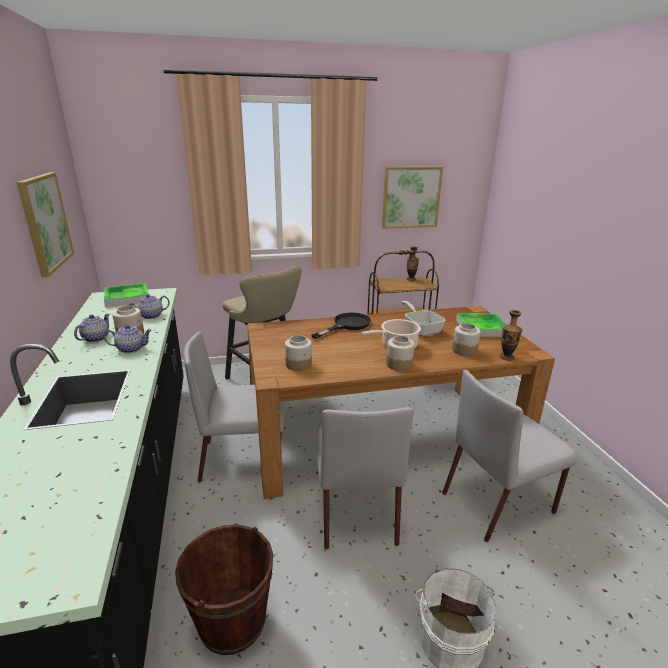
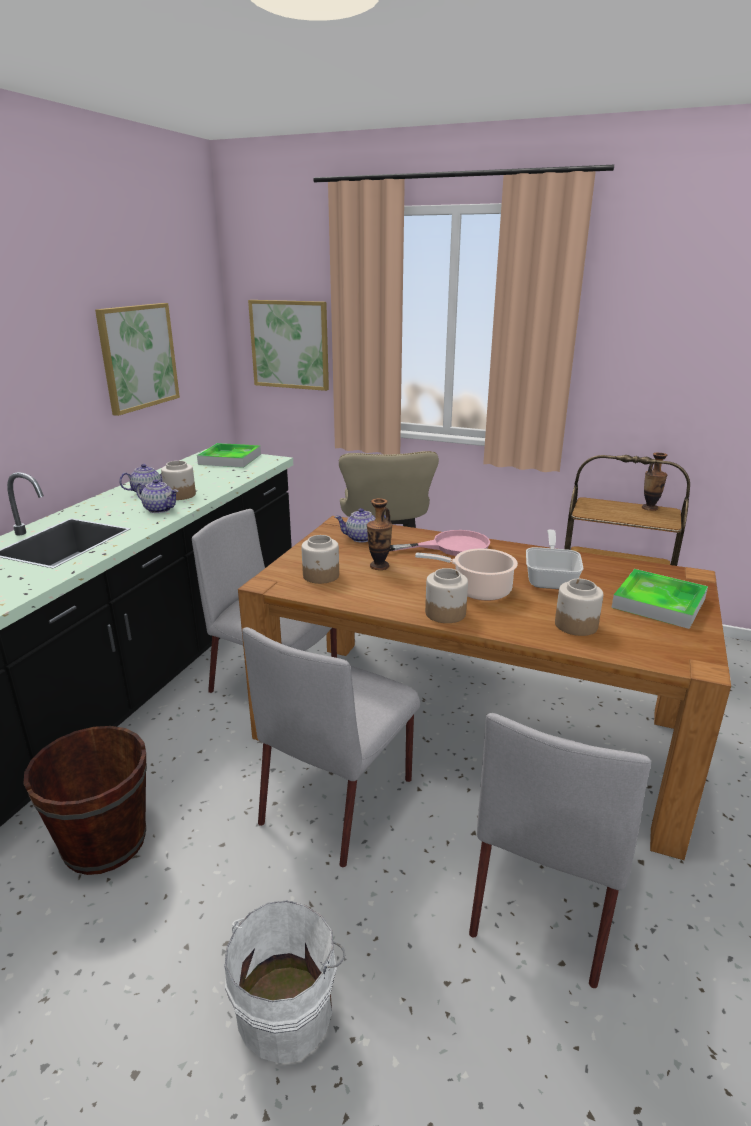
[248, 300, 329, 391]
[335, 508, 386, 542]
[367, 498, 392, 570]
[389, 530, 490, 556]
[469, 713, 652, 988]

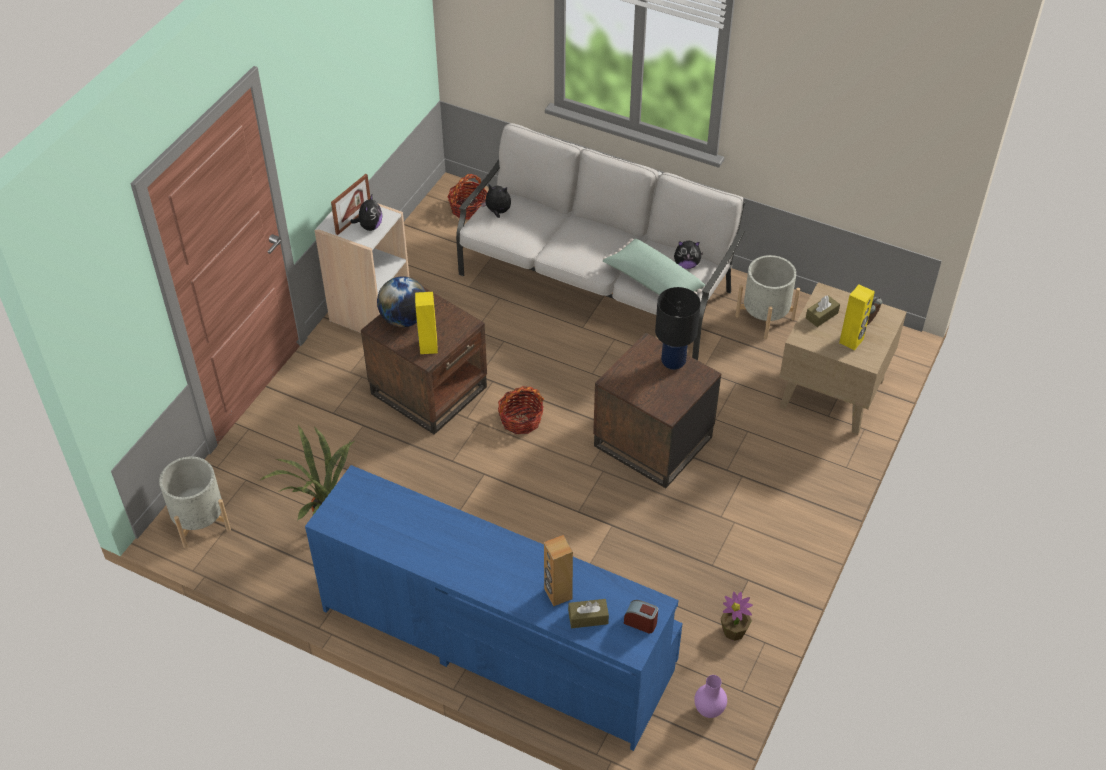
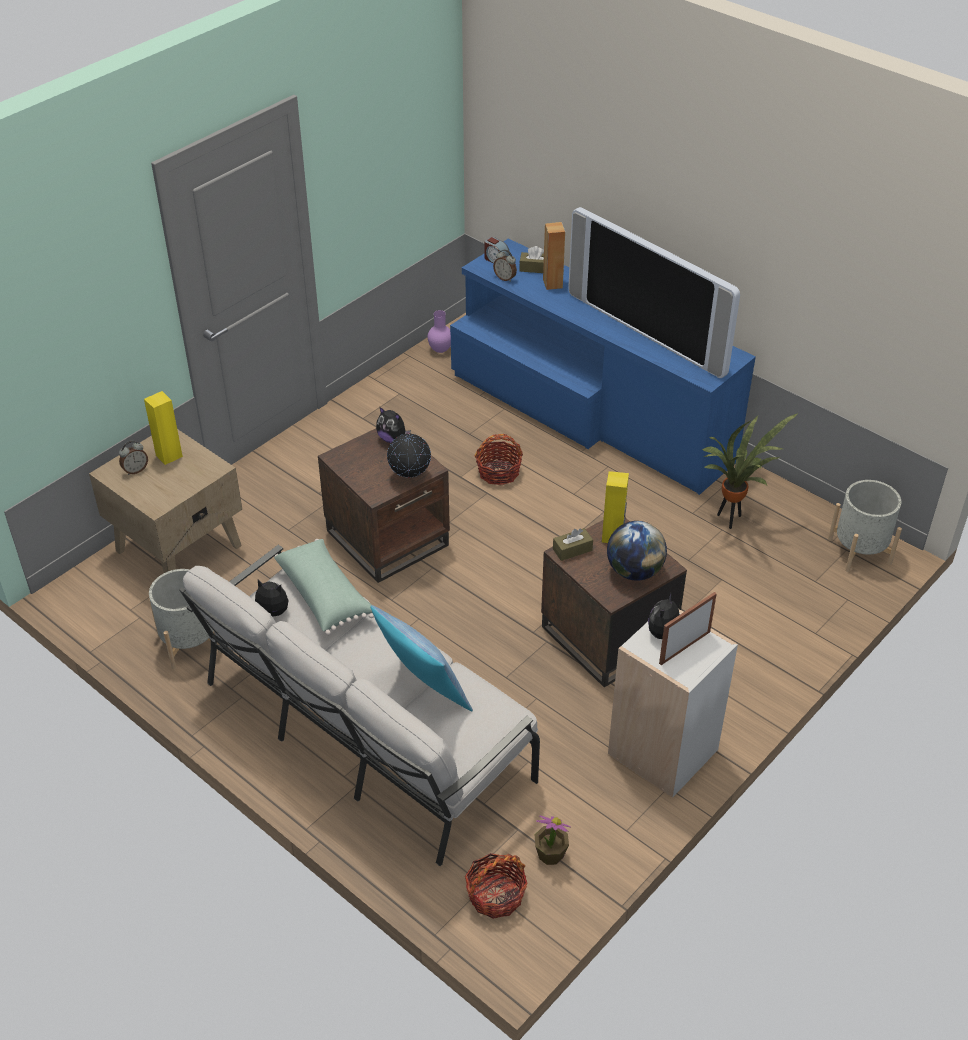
[370, 605, 473, 711]
[376, 407, 411, 443]
[387, 434, 431, 477]
[475, 434, 523, 485]
[493, 249, 517, 282]
[535, 816, 571, 865]
[553, 528, 593, 561]
[568, 207, 740, 378]
[655, 287, 701, 370] (first image)

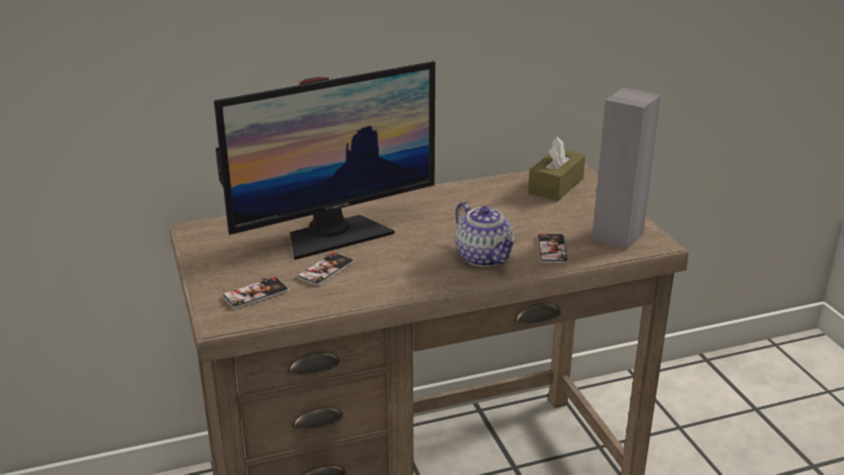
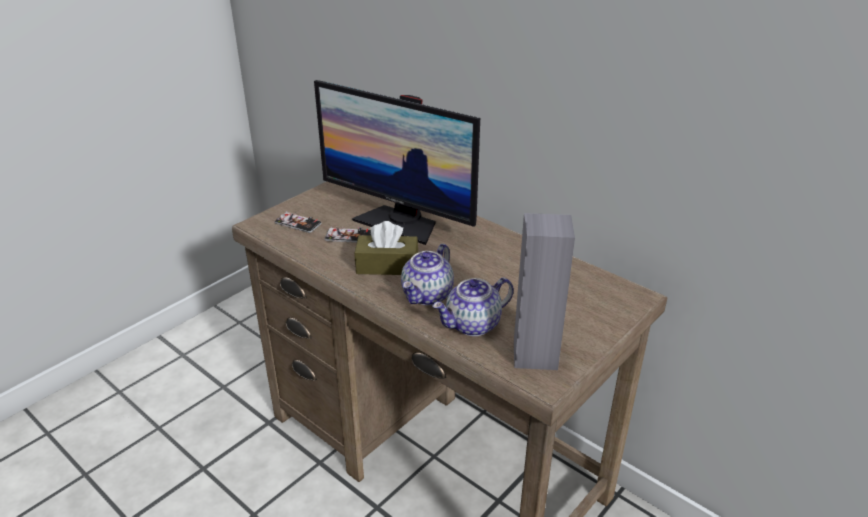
[355, 221, 418, 275]
[433, 278, 514, 336]

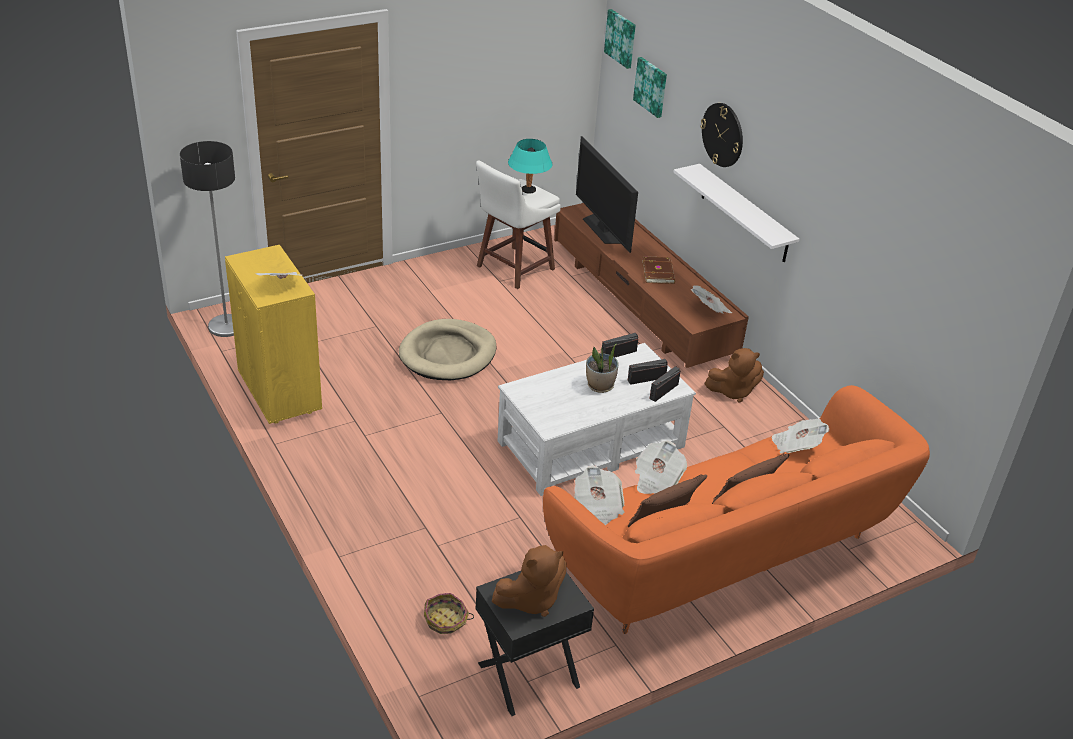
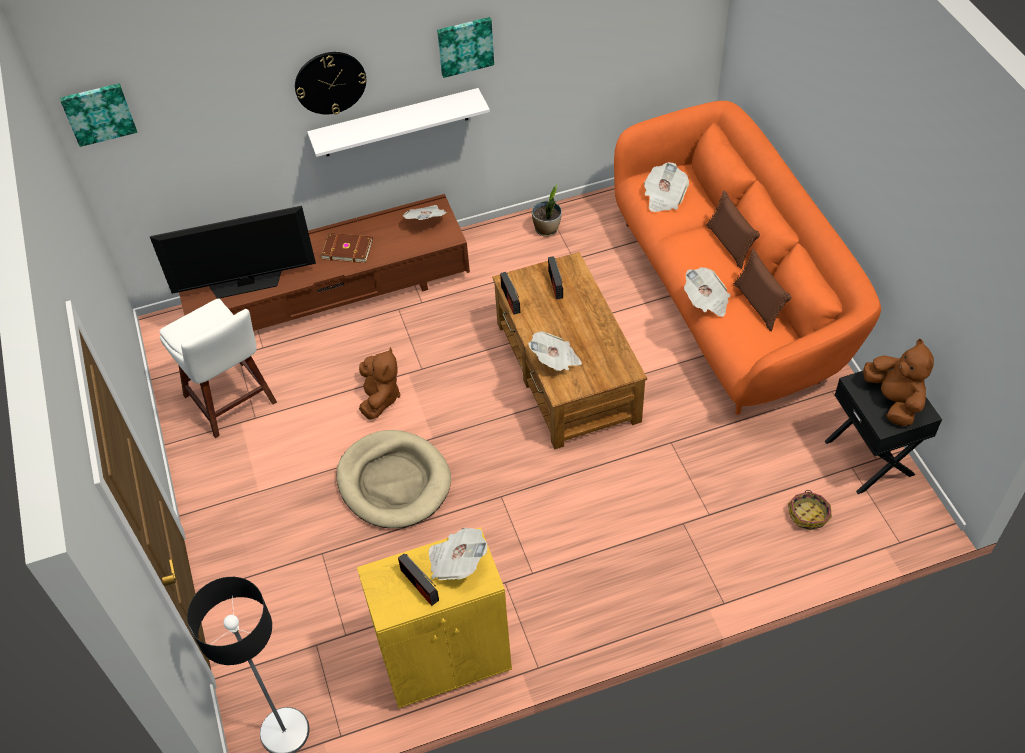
[359, 347, 400, 419]
[398, 554, 439, 606]
[437, 17, 494, 78]
[492, 252, 647, 449]
[528, 331, 582, 371]
[532, 184, 562, 237]
[508, 139, 552, 193] (first image)

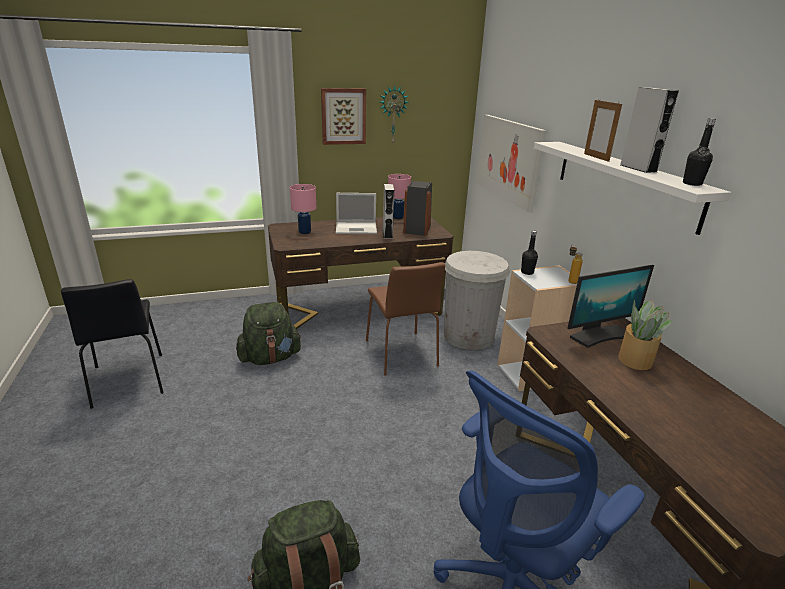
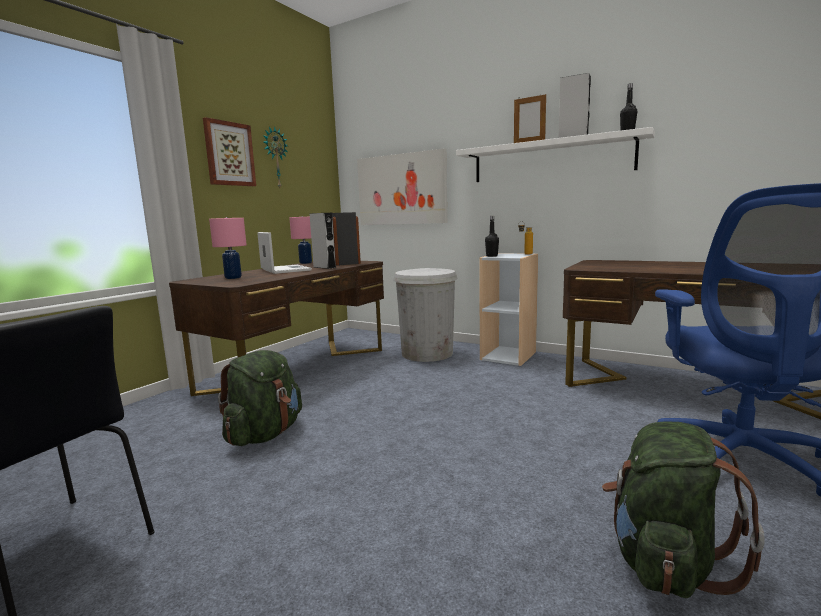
[257, 232, 312, 274]
[366, 262, 445, 376] (first image)
[567, 265, 654, 348] (first image)
[618, 299, 672, 370] (first image)

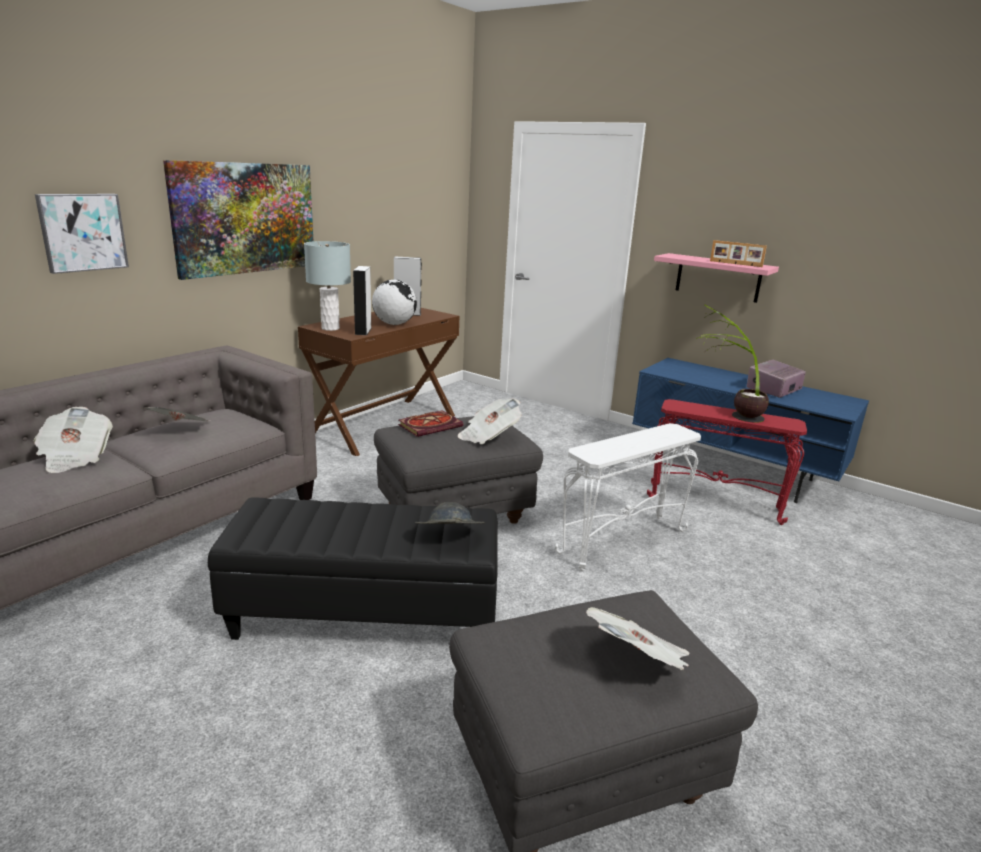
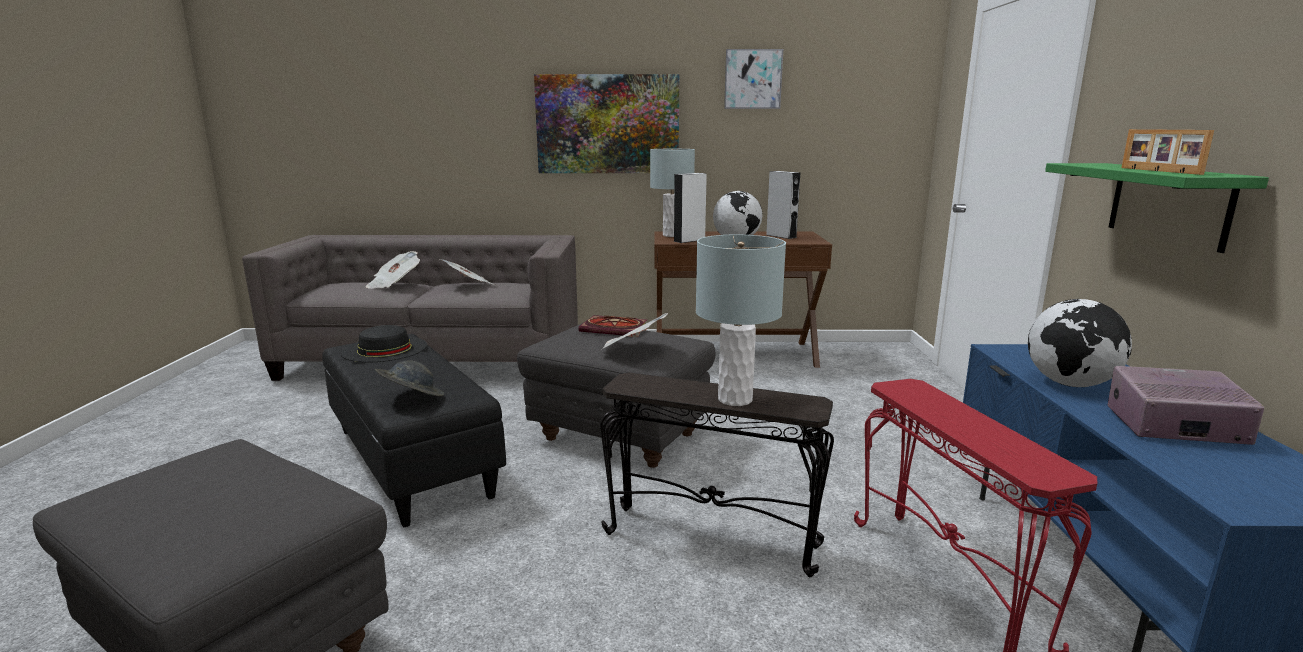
[341, 325, 427, 362]
[600, 372, 834, 577]
[696, 235, 786, 406]
[724, 49, 783, 109]
[1028, 299, 1132, 387]
[1045, 163, 1269, 253]
[586, 607, 690, 670] (first image)
[699, 305, 769, 423] (first image)

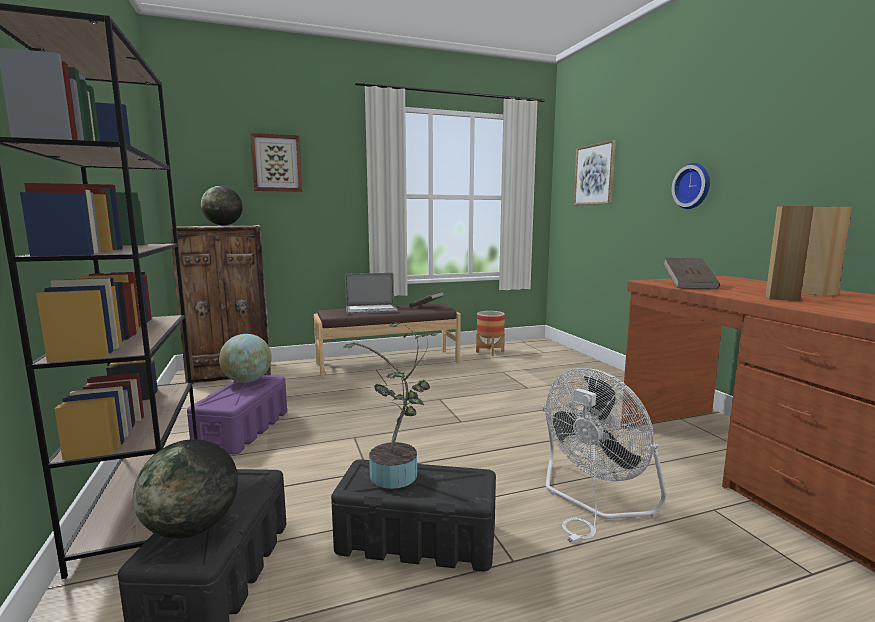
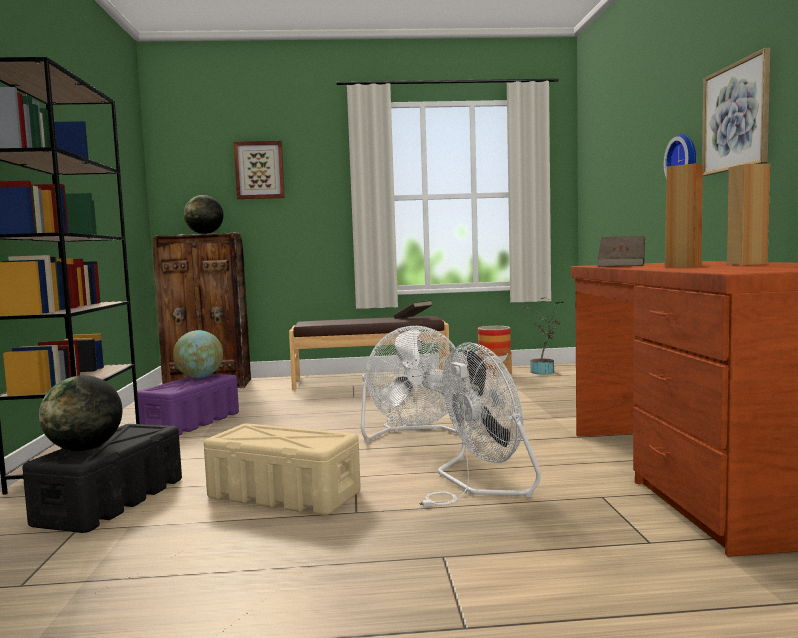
[204, 424, 361, 515]
[361, 326, 473, 443]
[519, 297, 563, 374]
[702, 48, 771, 176]
[345, 273, 398, 314] (first image)

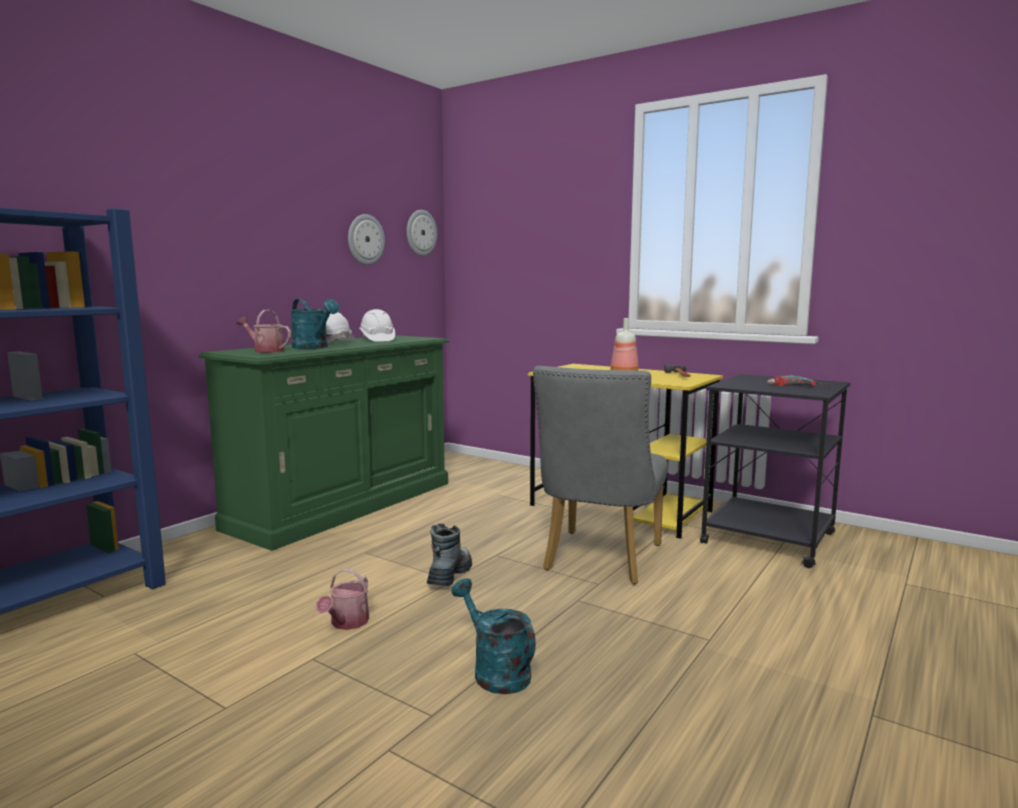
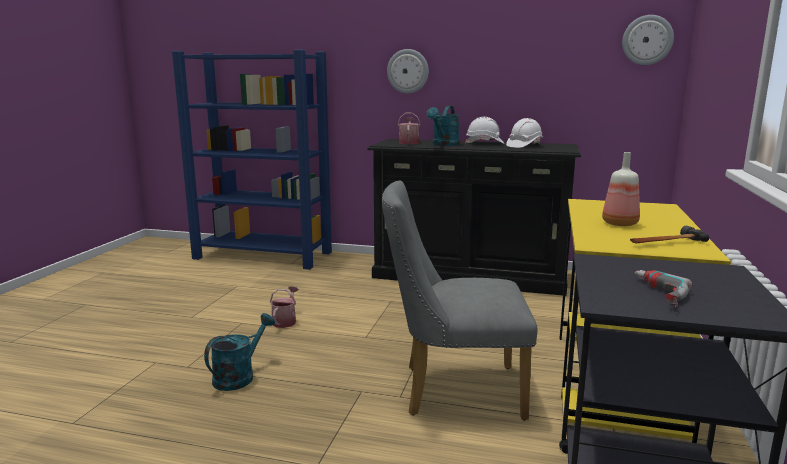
[270, 286, 298, 328]
[368, 139, 581, 296]
[387, 49, 429, 93]
[427, 523, 472, 586] (first image)

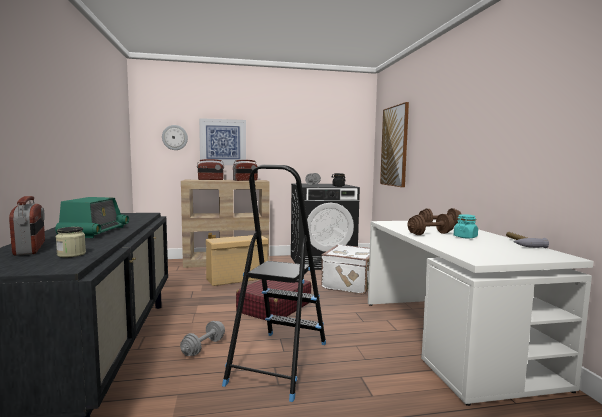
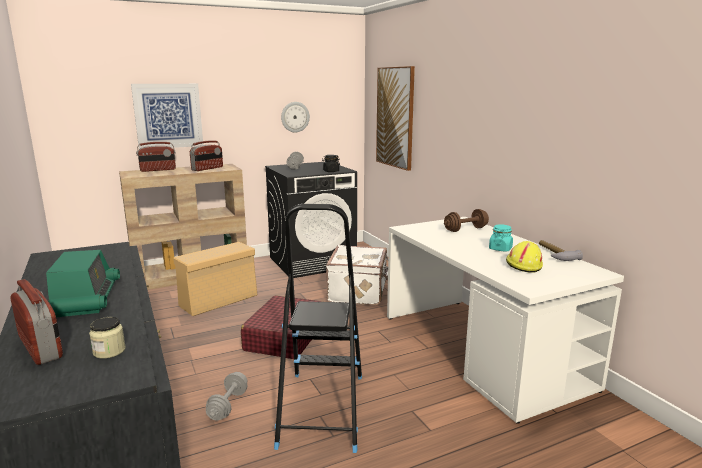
[281, 102, 310, 132]
[506, 241, 543, 273]
[408, 214, 454, 235] (first image)

